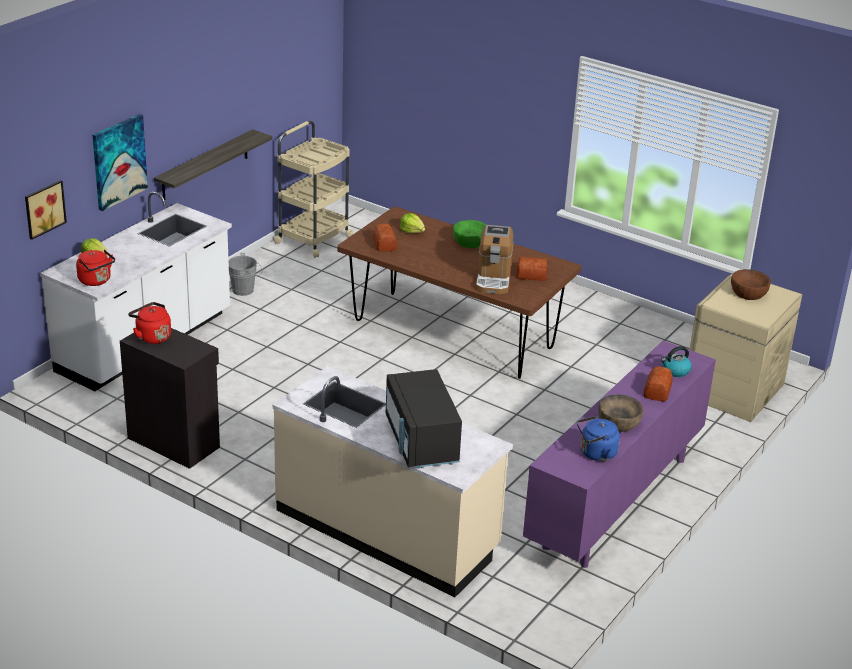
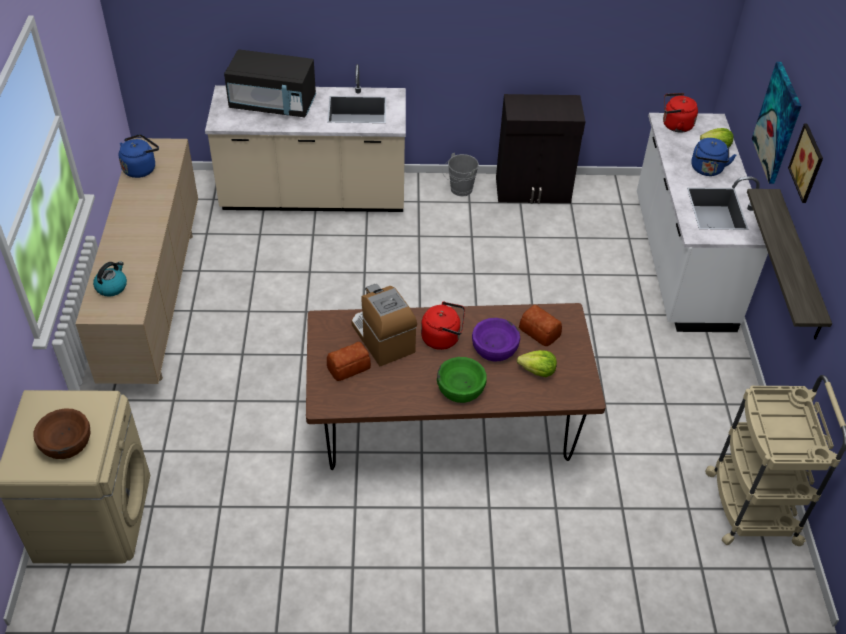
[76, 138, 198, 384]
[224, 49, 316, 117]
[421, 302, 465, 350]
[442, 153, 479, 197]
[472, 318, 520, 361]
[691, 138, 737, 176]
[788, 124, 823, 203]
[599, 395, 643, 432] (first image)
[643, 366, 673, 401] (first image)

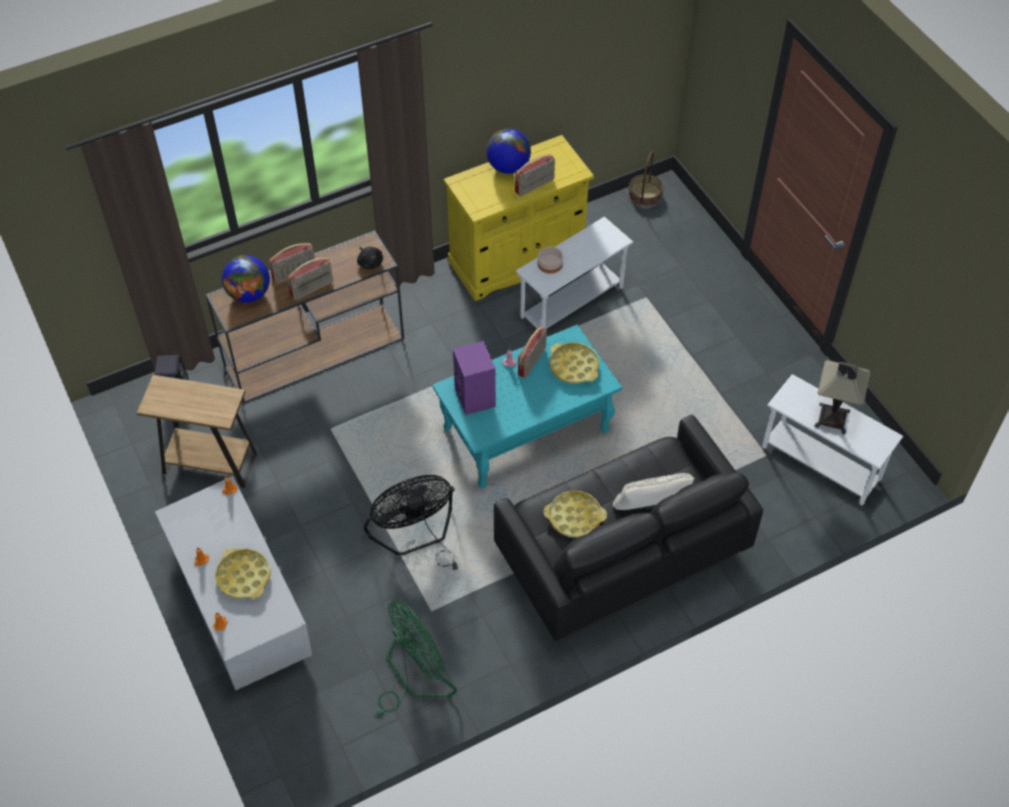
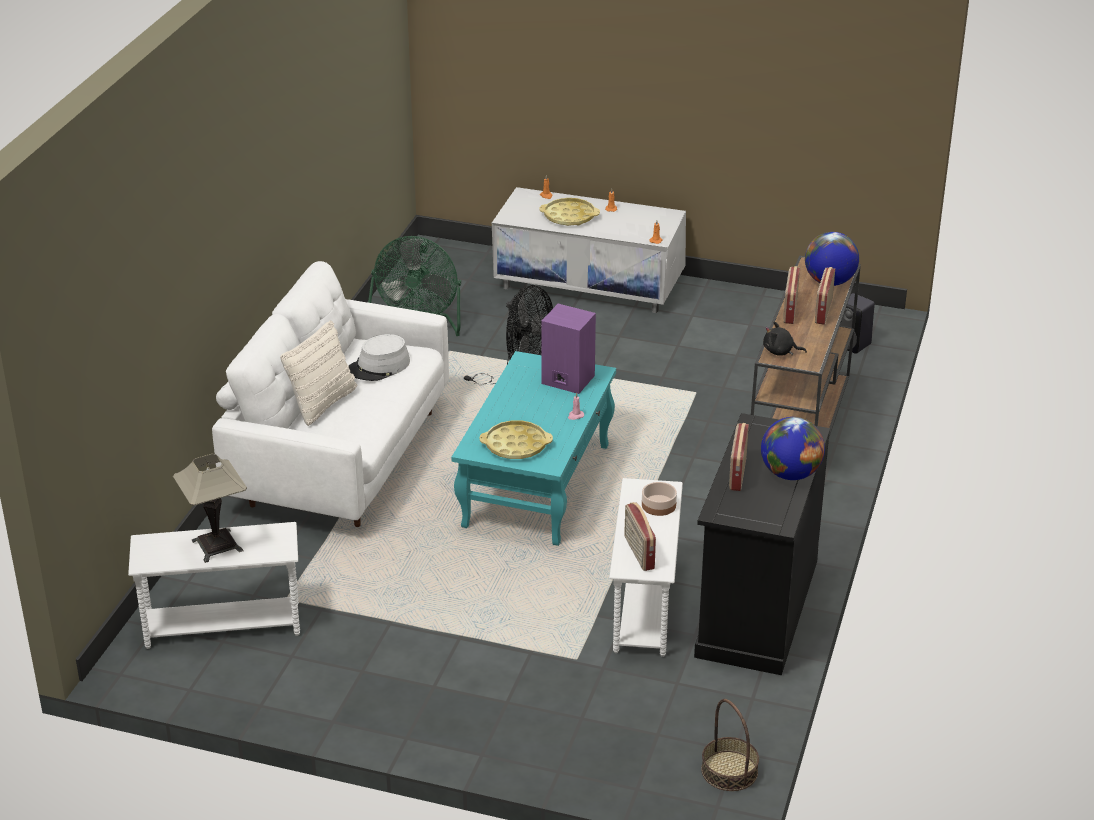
[212, 261, 449, 527]
[349, 334, 410, 381]
[624, 502, 656, 571]
[694, 413, 831, 675]
[137, 375, 257, 488] (first image)

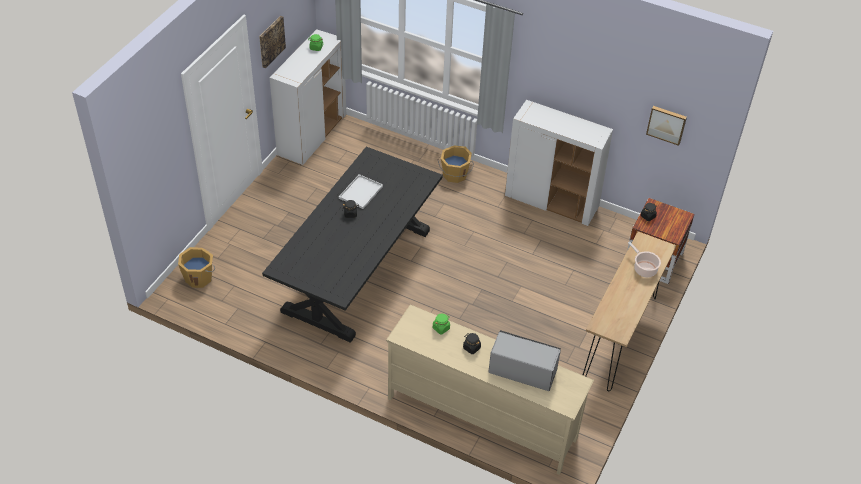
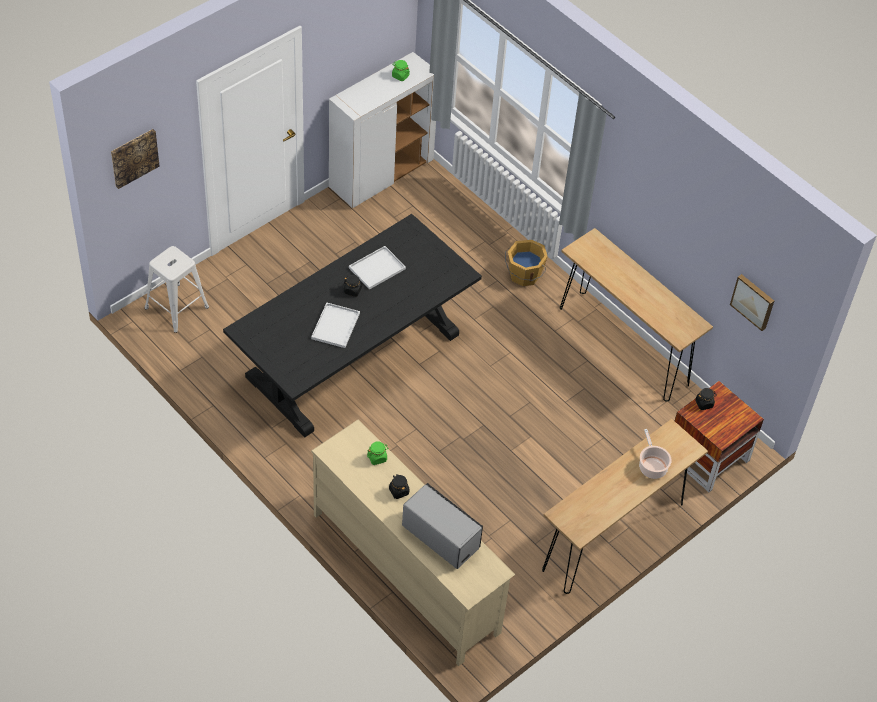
[111, 129, 159, 189]
[145, 246, 209, 333]
[311, 303, 360, 348]
[560, 228, 713, 402]

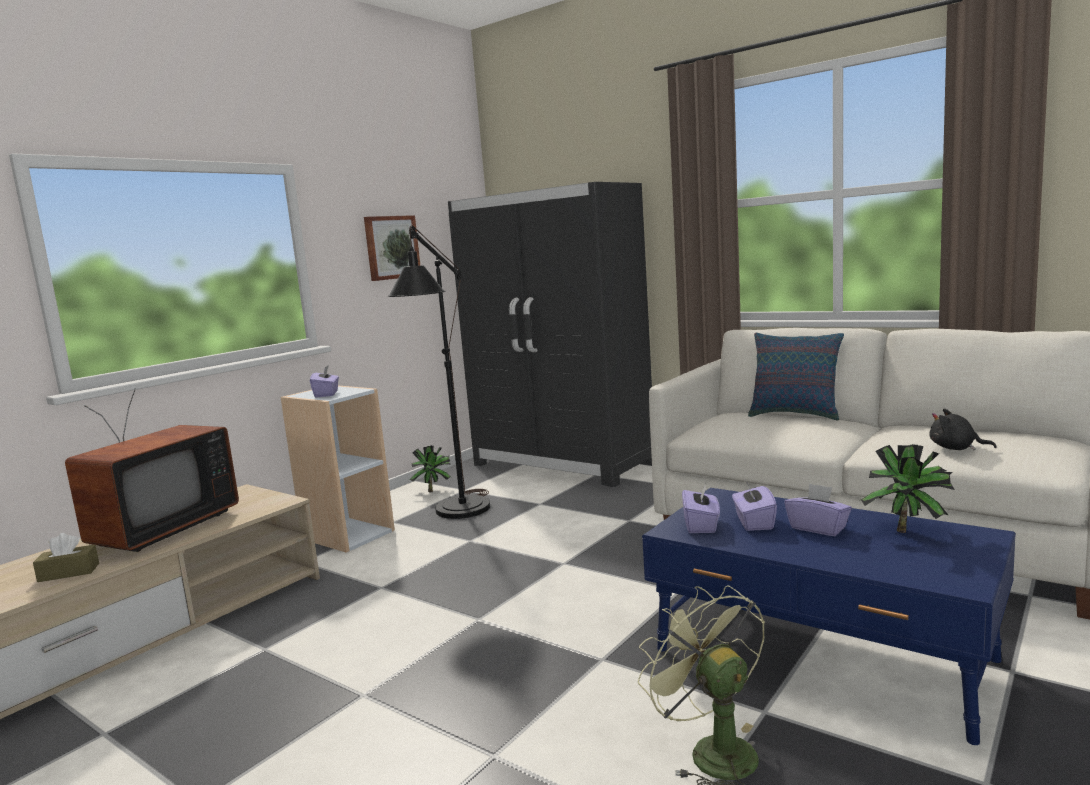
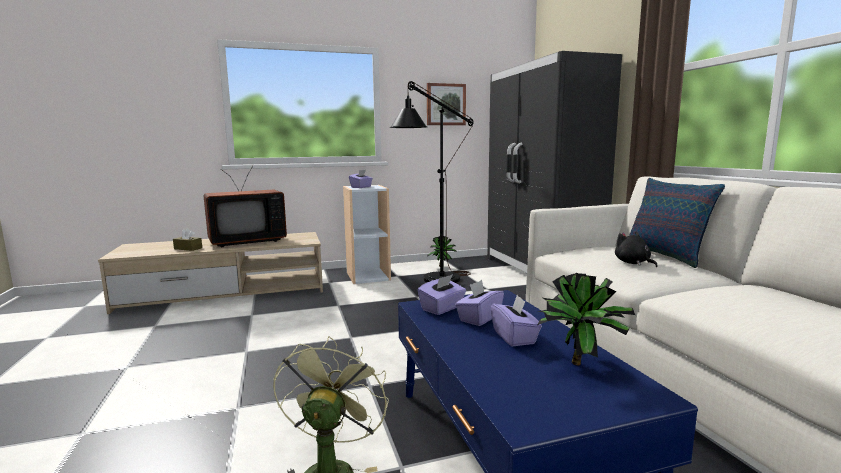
[615, 231, 658, 267]

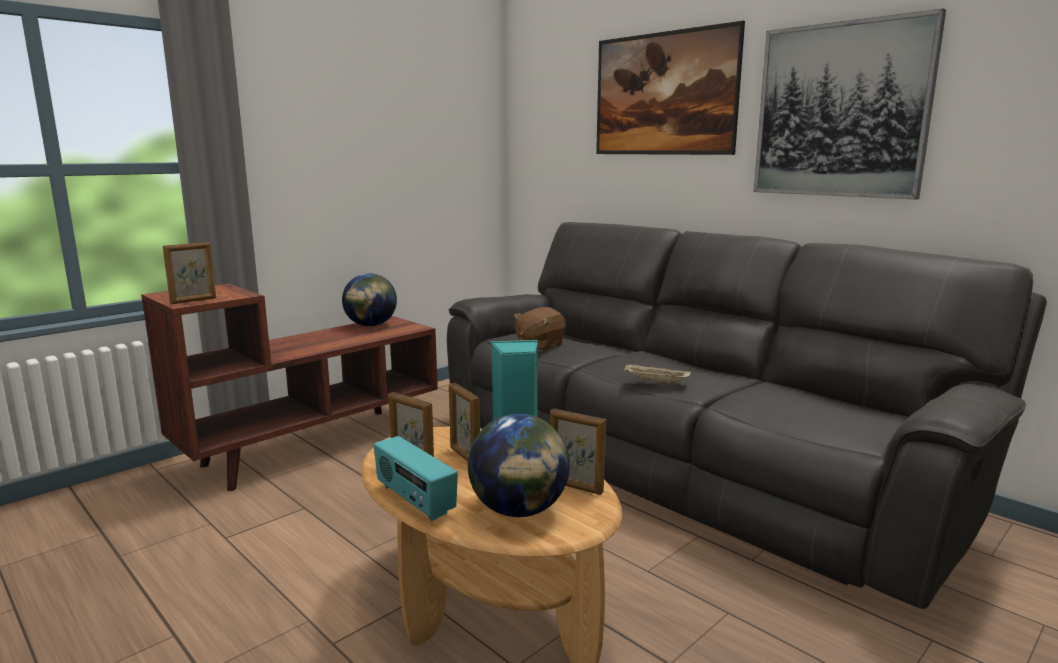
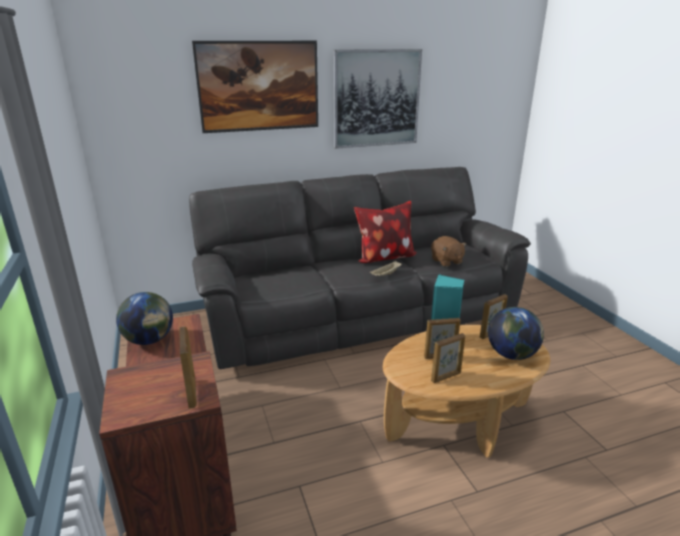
[354, 201, 417, 263]
[431, 236, 466, 267]
[374, 436, 458, 521] (first image)

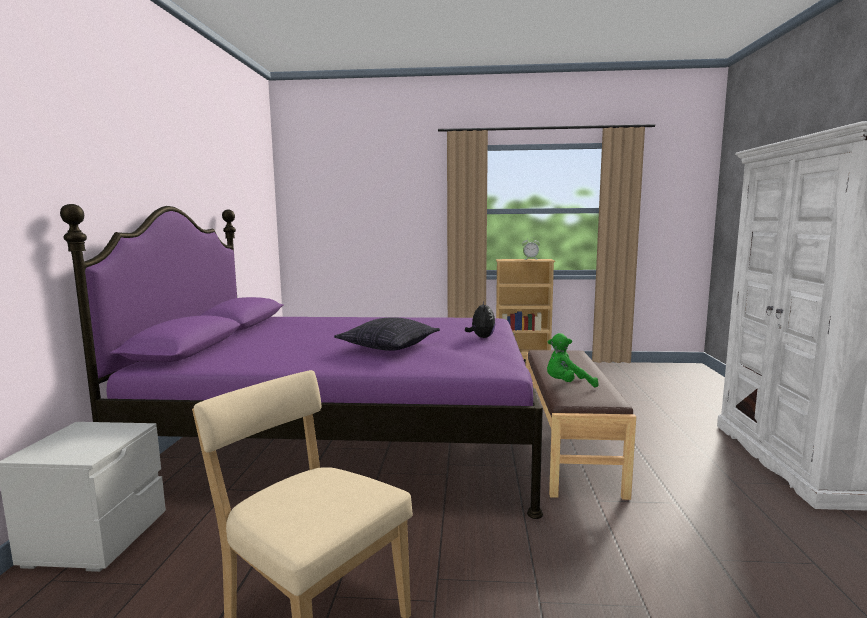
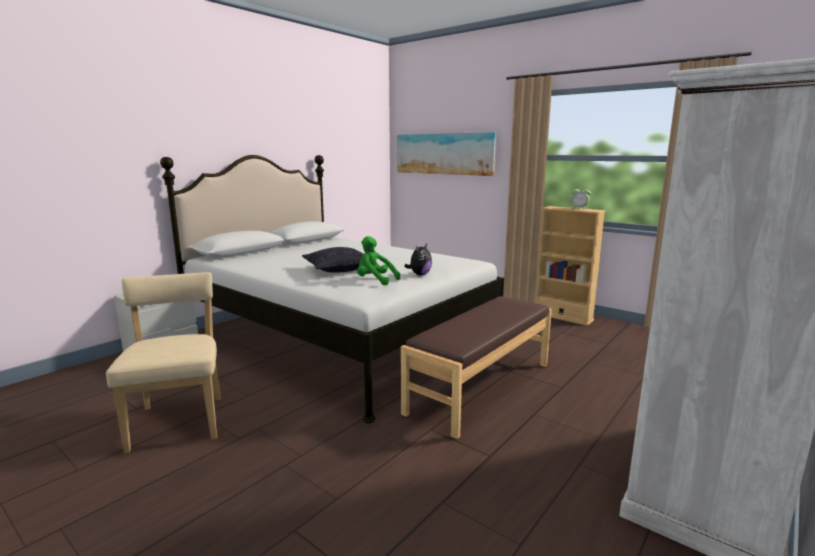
[160, 155, 504, 423]
[357, 236, 401, 285]
[397, 132, 496, 176]

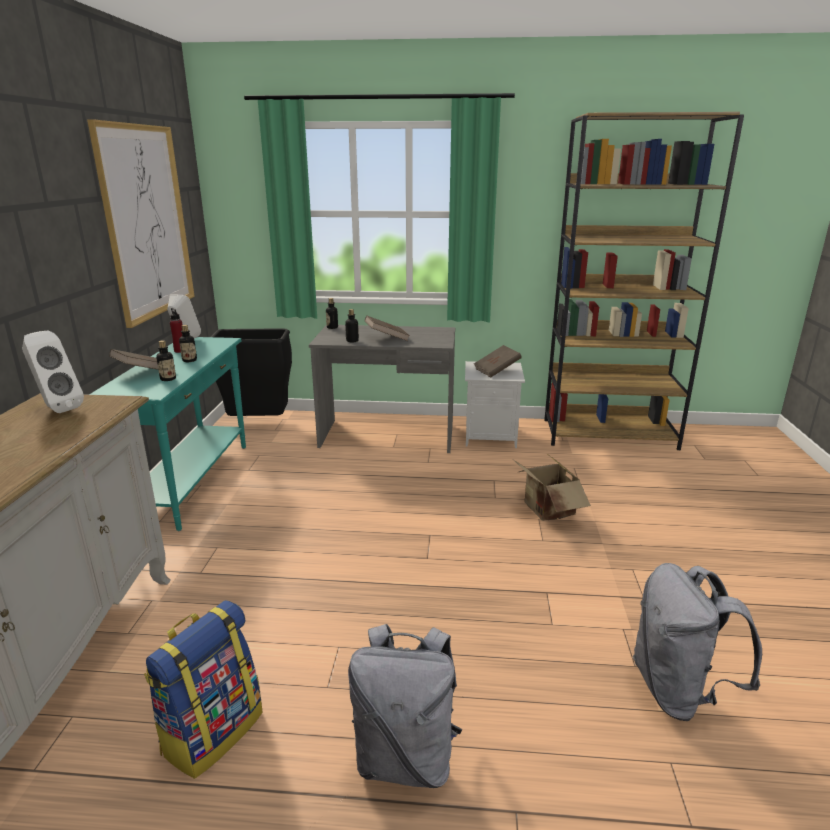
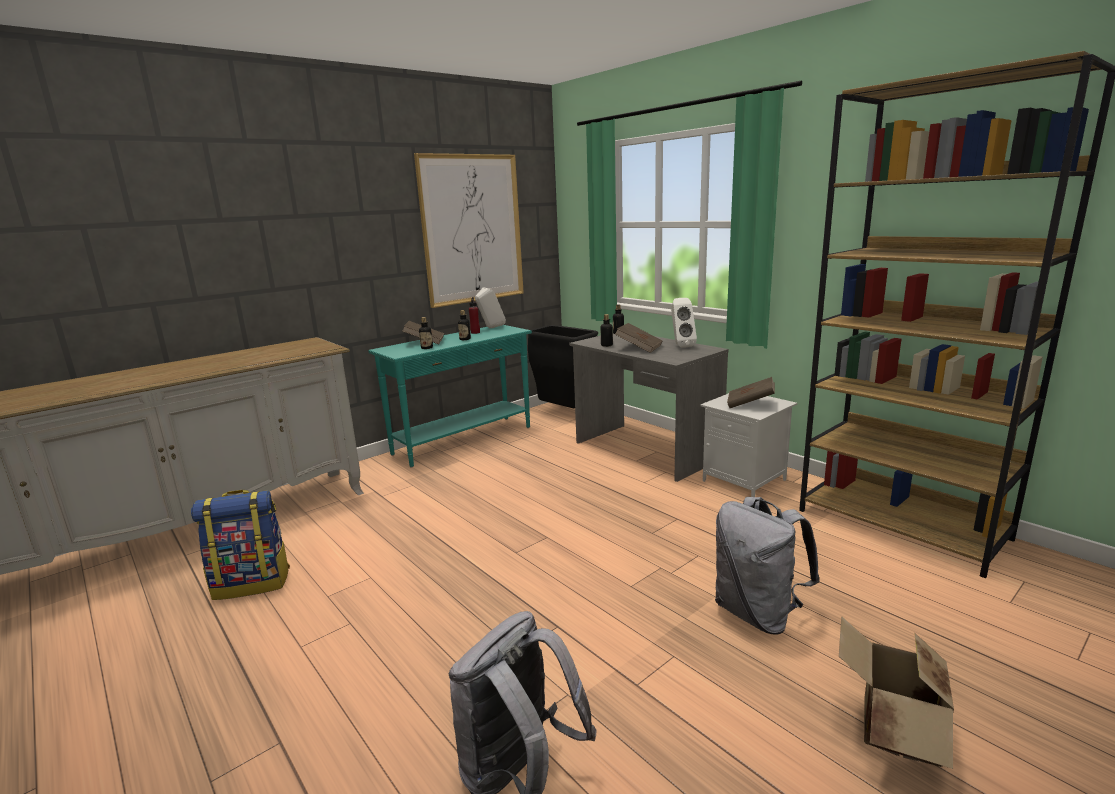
[671, 298, 697, 348]
[715, 497, 820, 634]
[839, 616, 954, 769]

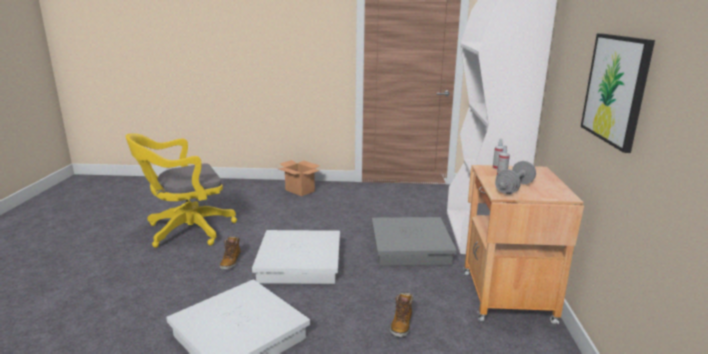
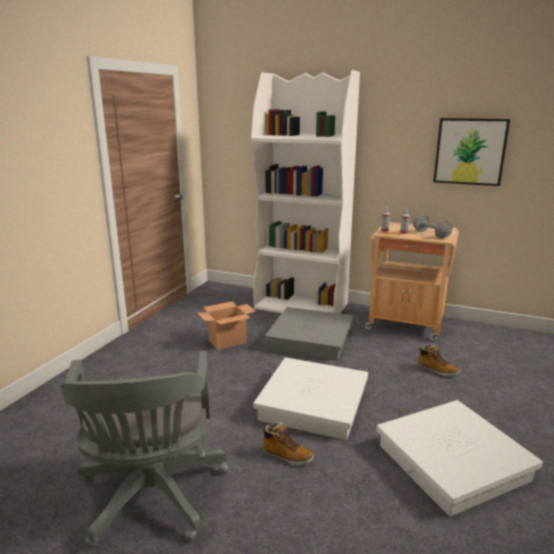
[60, 351, 228, 548]
[197, 301, 256, 350]

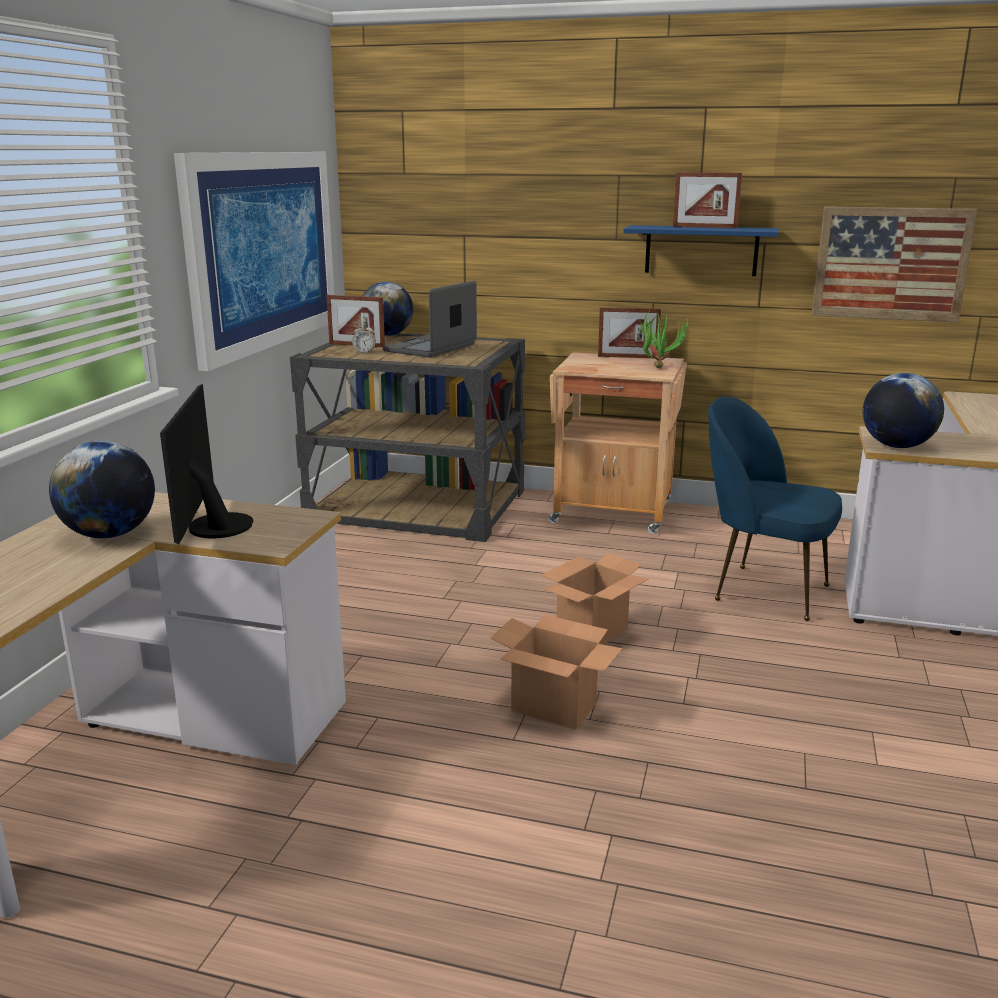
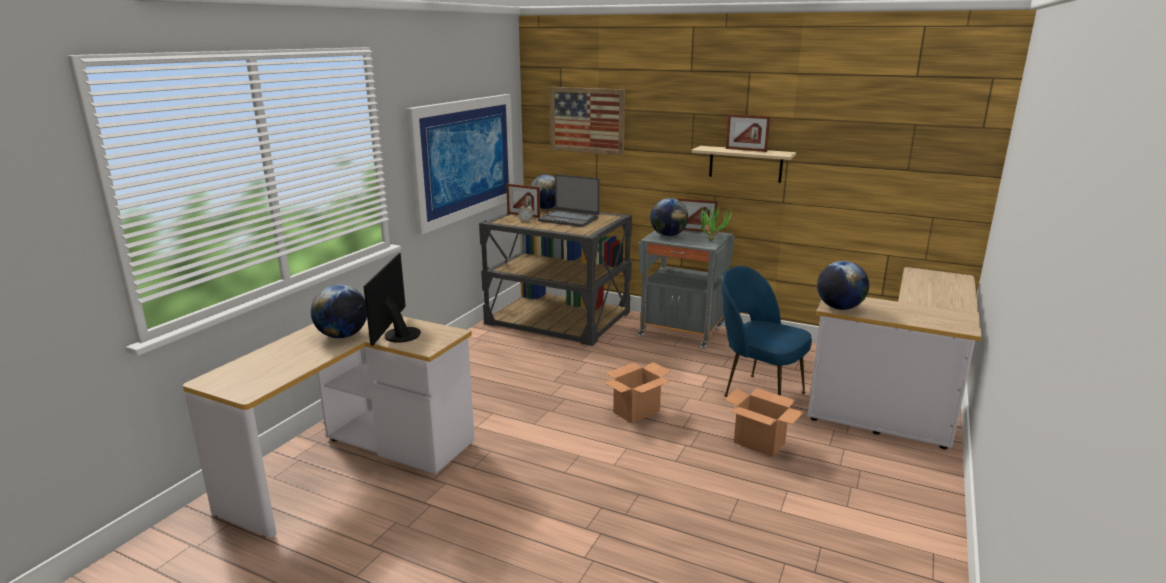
[538, 174, 600, 227]
[550, 87, 625, 156]
[637, 230, 735, 349]
[650, 198, 688, 236]
[691, 146, 796, 183]
[724, 388, 804, 457]

